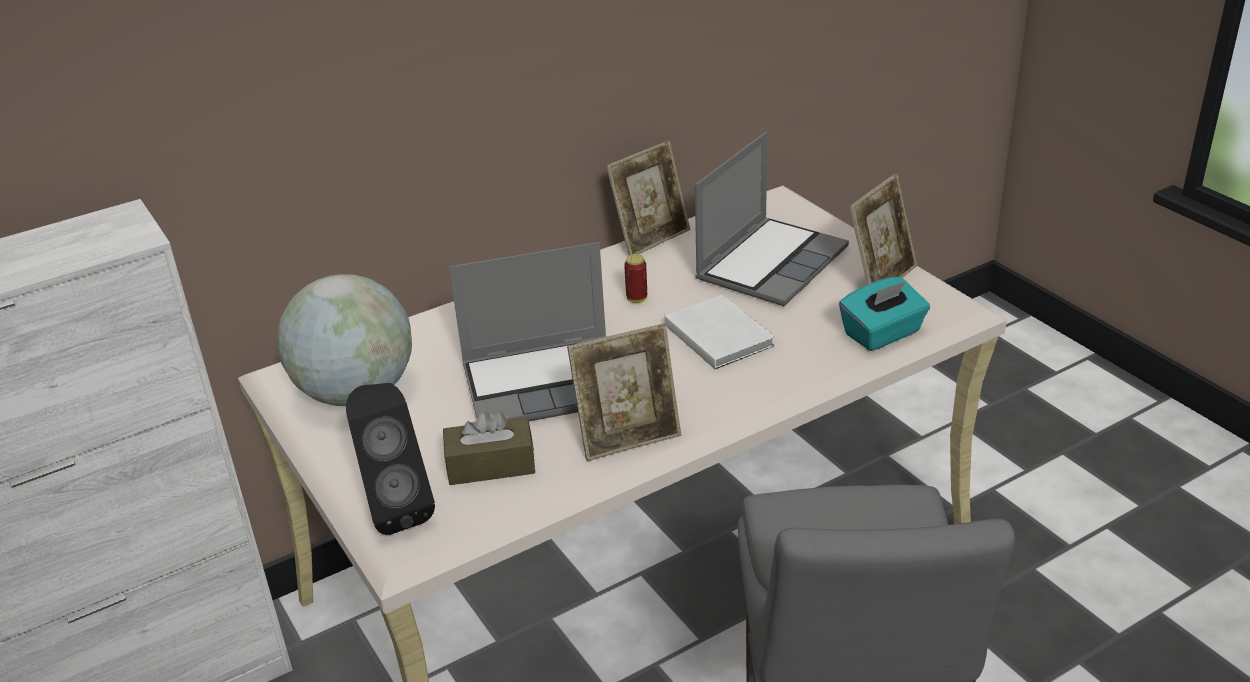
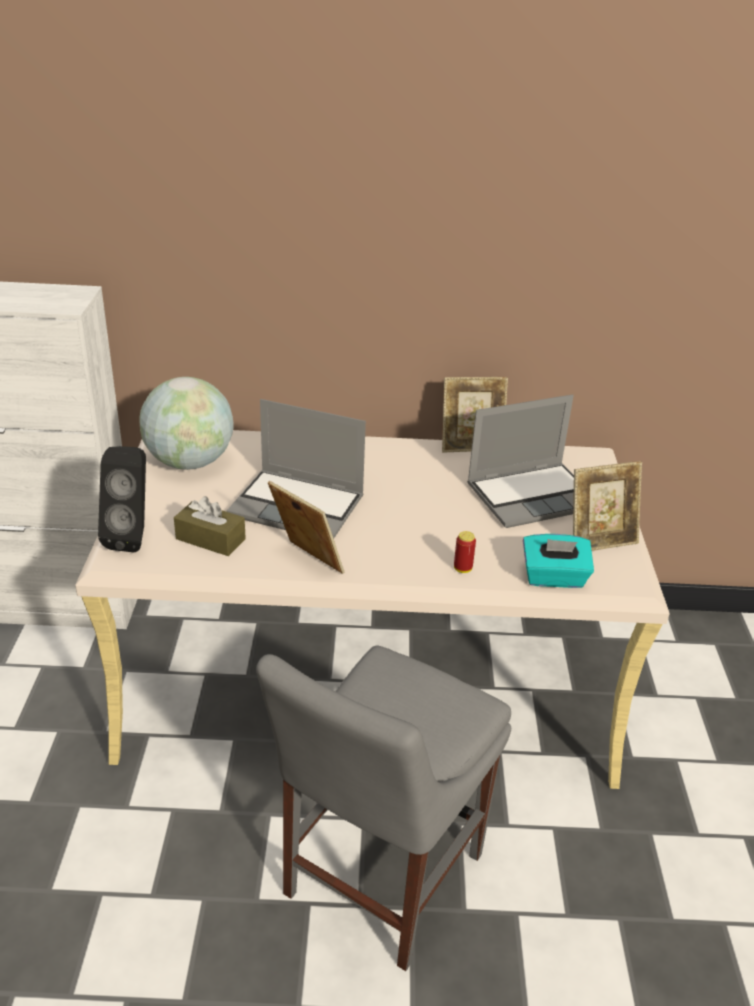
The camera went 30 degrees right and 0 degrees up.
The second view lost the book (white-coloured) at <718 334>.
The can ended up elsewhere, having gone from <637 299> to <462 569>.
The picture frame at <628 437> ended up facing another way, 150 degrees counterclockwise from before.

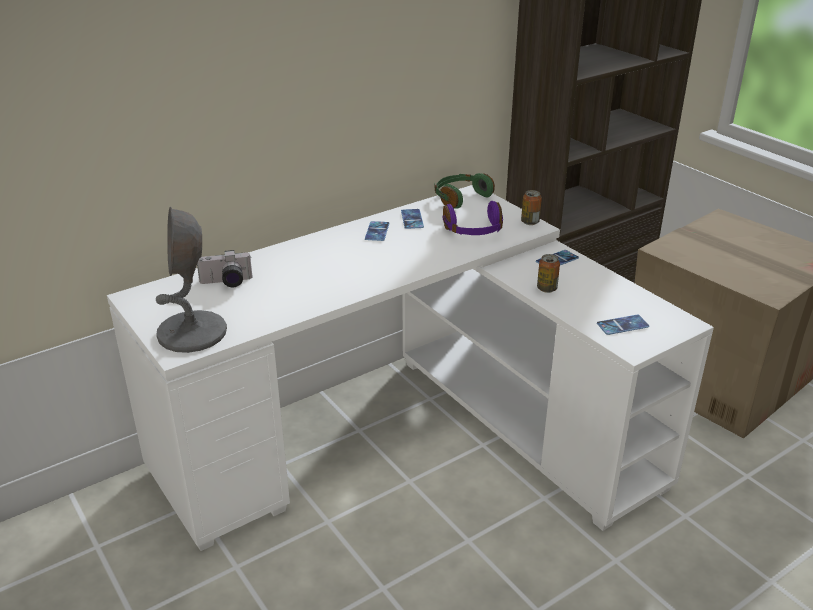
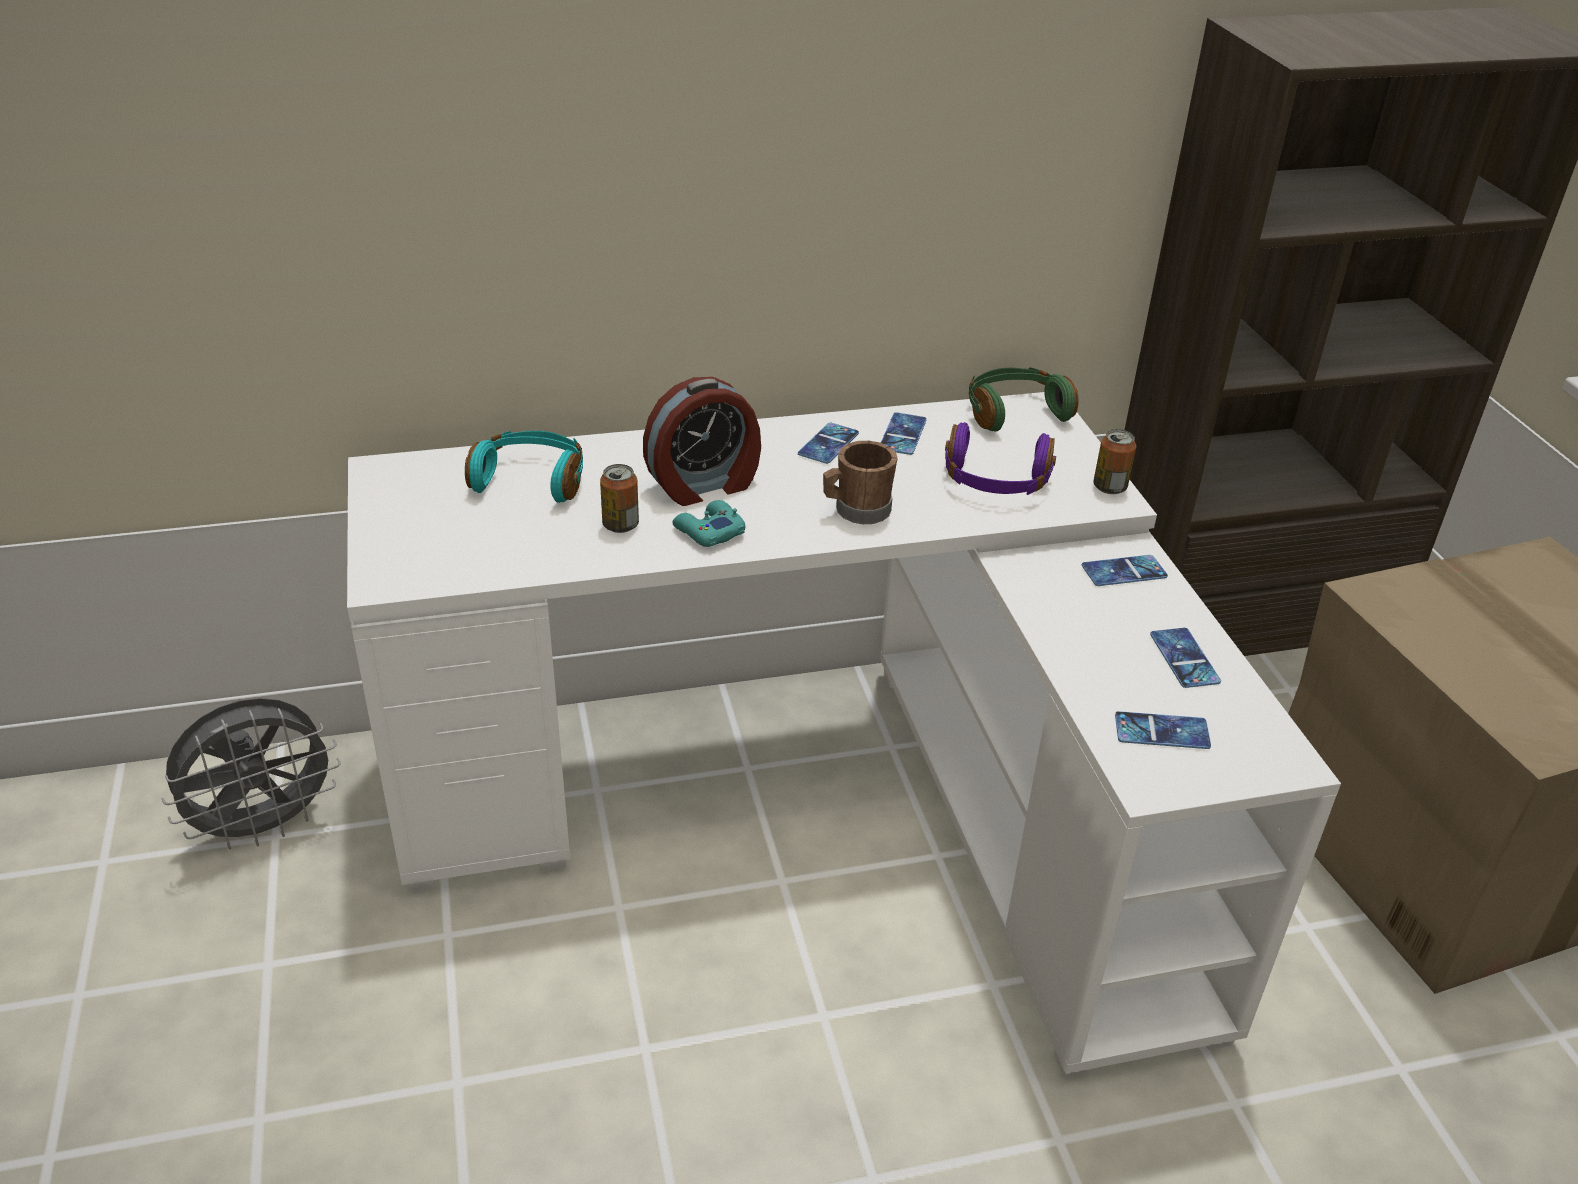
The camera went 20 degrees right and 5 degrees up.
The second view lost the table lamp (greyish) at <192 333>.
The second view gained the electric fan (greyish) at <265 826>.
The second view gained the alarm clock at <704 485>.
The second view gained the gamepad (blue-green) at <708 531>.
The second view gained the mug (brown-coloured) at <856 511>.
The second view gained the phone at <1184 658>.
The can ended up elsewhere, having gone from <547 288> to <620 525>.
Where the still camera stood at <226 283>, the headset (blue-green) came to stand at <531 480>.

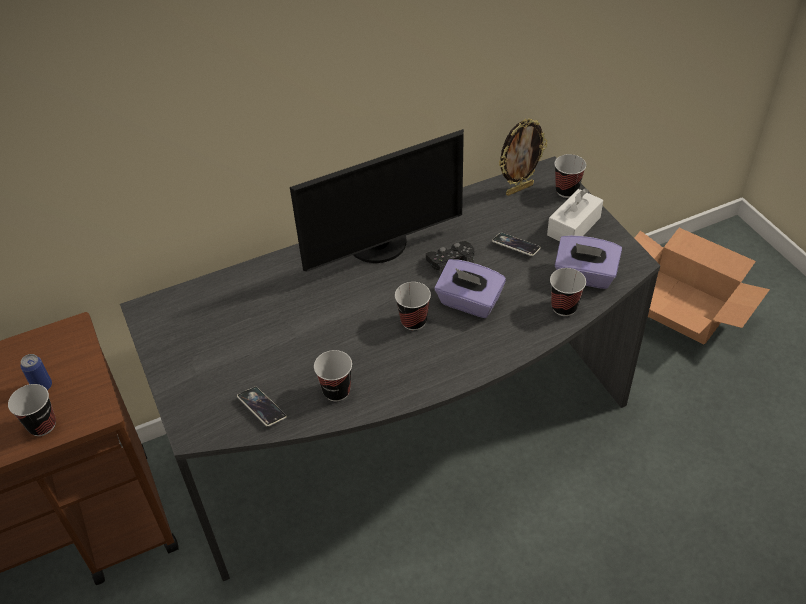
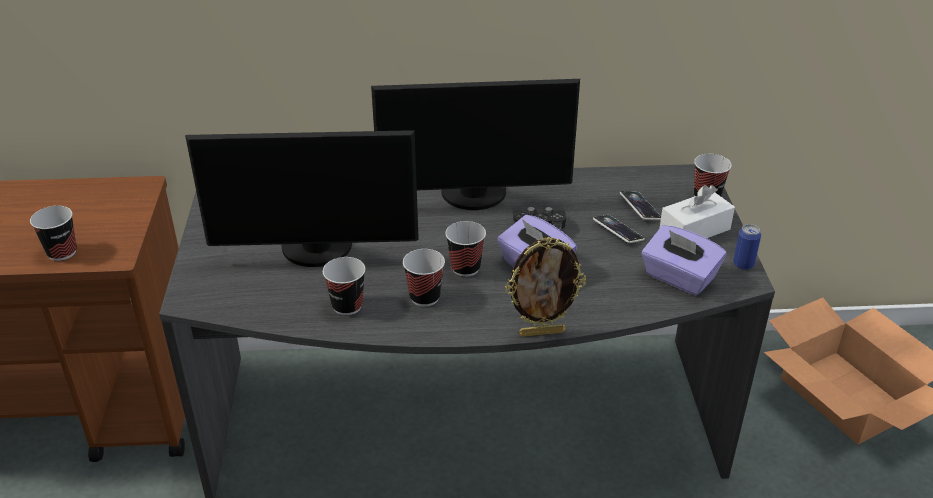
The camera went 20 degrees right and 10 degrees down.
The second view gained the monitor at <316 250>.
The can ended up elsewhere, having gone from <42 386> to <743 264>.
The phone ended up elsewhere, having gone from <262 408> to <640 208>.
The picture frame ended up elsewhere, having gone from <519 189> to <542 332>.
The small cup ended up elsewhere, having gone from <564 307> to <425 297>.

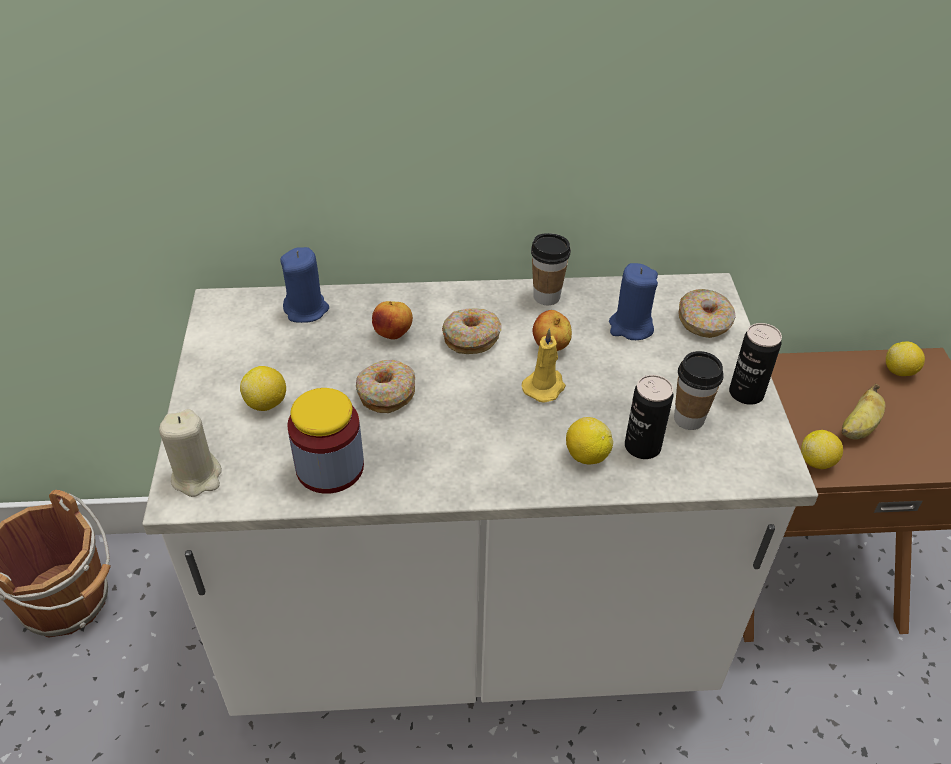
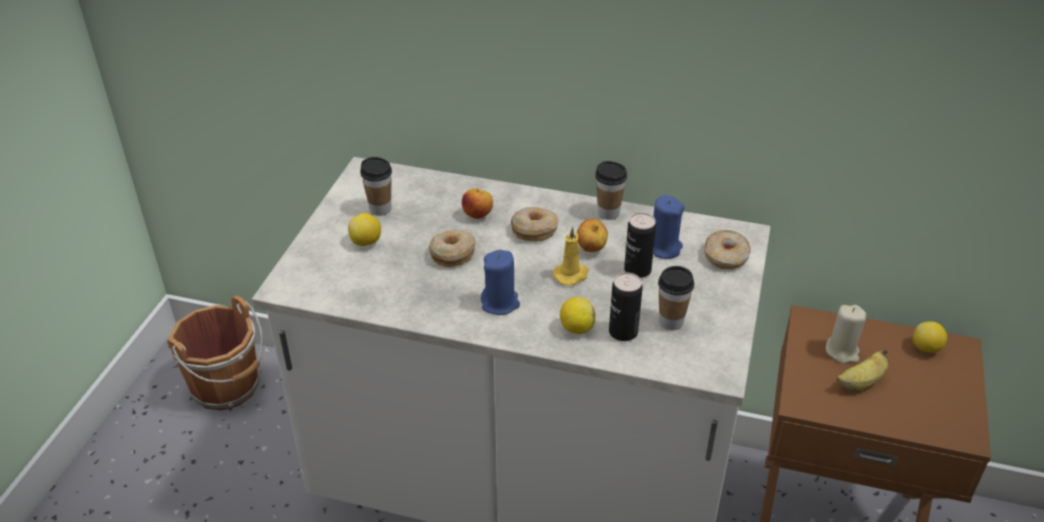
The camera went 20 degrees right and 5 degrees down.
The second view lost the storage jar at <330 467>.
The second view lost the citrus fruit at <817 461>.
The second view gained the small cup at <380 209>.
The wax light (sand-coloured) ended up elsewhere, having gone from <197 476> to <842 351>.
The wax light (bluish) ended up elsewhere, having gone from <306 309> to <500 303>.
The can ended up elsewhere, having gone from <746 393> to <637 270>.

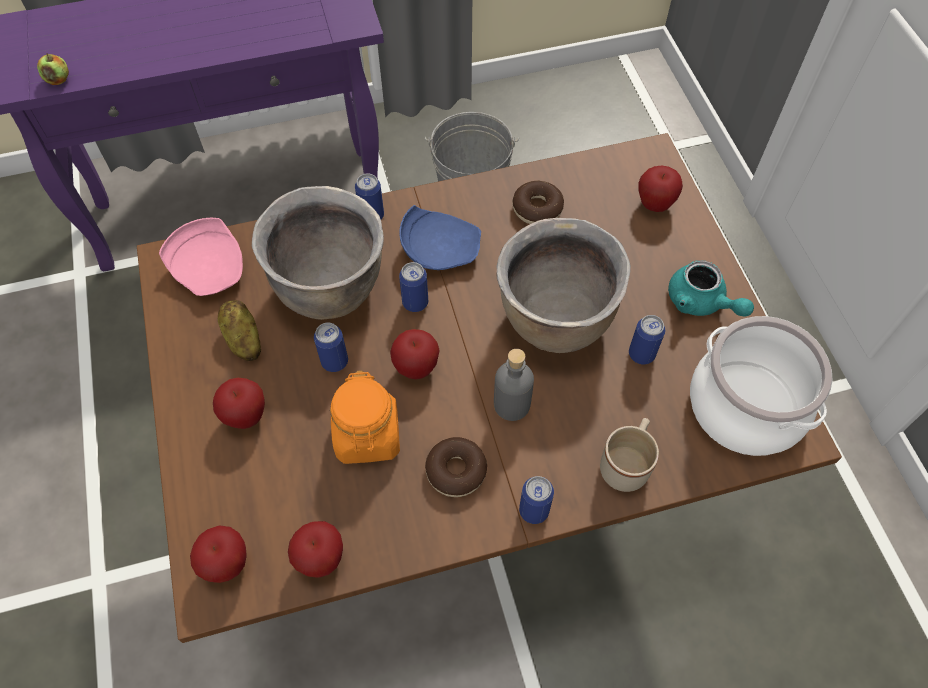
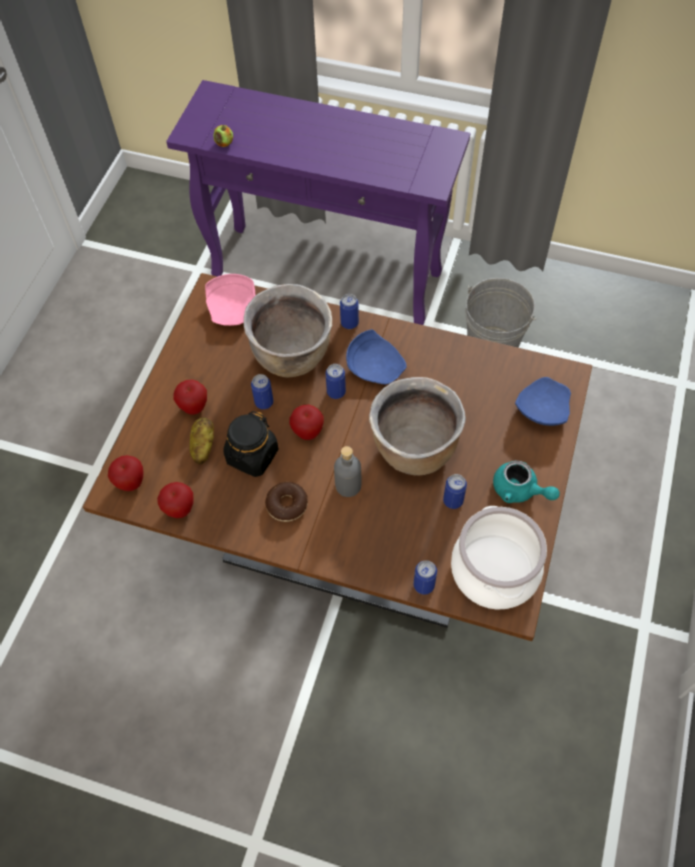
The camera went 35 degrees right and 0 degrees up.
The second view lost the ring doughnut at <537 208>.
The second view lost the mug (sand-coloured) at <627 463>.
The spud ended up elsewhere, having gone from <243 340> to <202 446>.
The can ended up elsewhere, having gone from <534 510> to <423 585>.
Where the apple fruit stood at <654 204>, the plate (bluish) came to stand at <541 409>.
What was the storage jar (orange-coloured) at <368 435> turned into the storage jar (blackish) at <252 456>.
The tea pot (blue-green) at <701 303> ended up facing another way, 45 degrees counterclockwise from before.

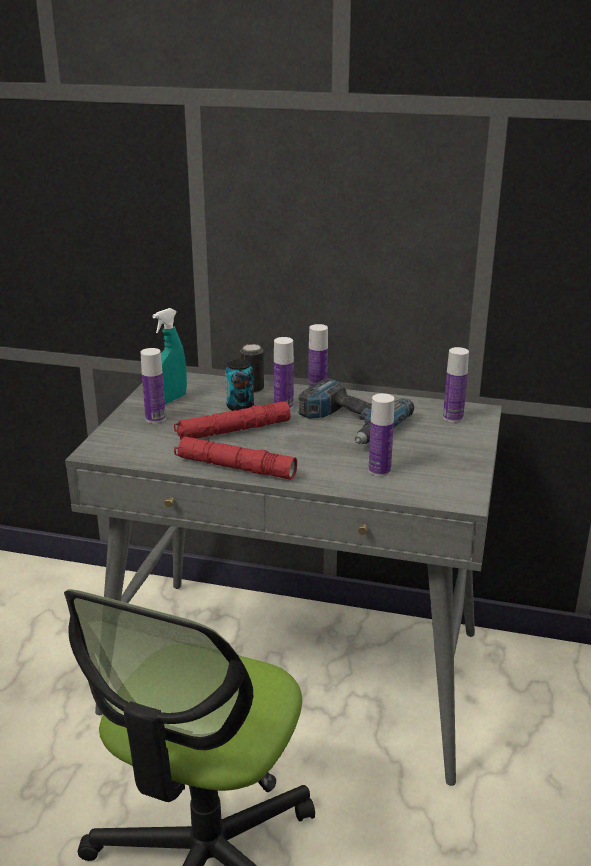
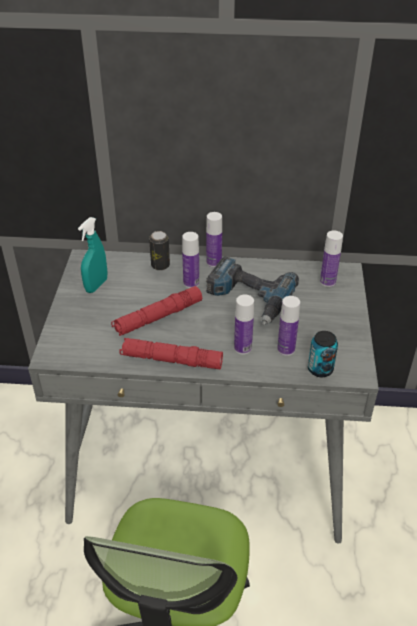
The camera went 10 degrees left and 15 degrees up.
The bottle ended up elsewhere, having gone from <155 418> to <242 348>.
The can ended up elsewhere, having gone from <240 407> to <320 369>.

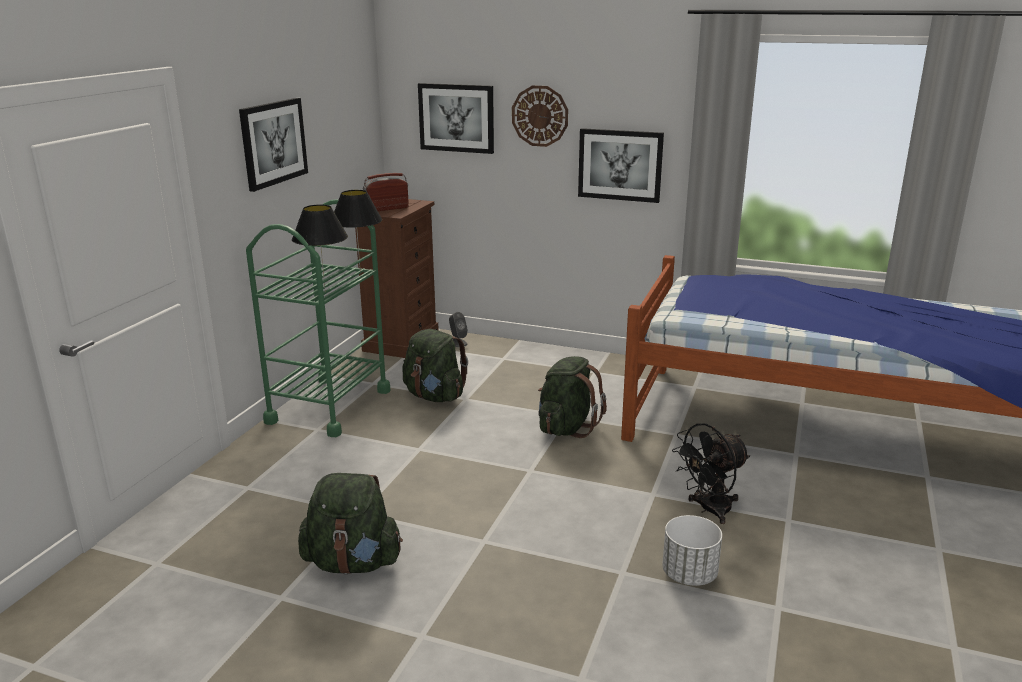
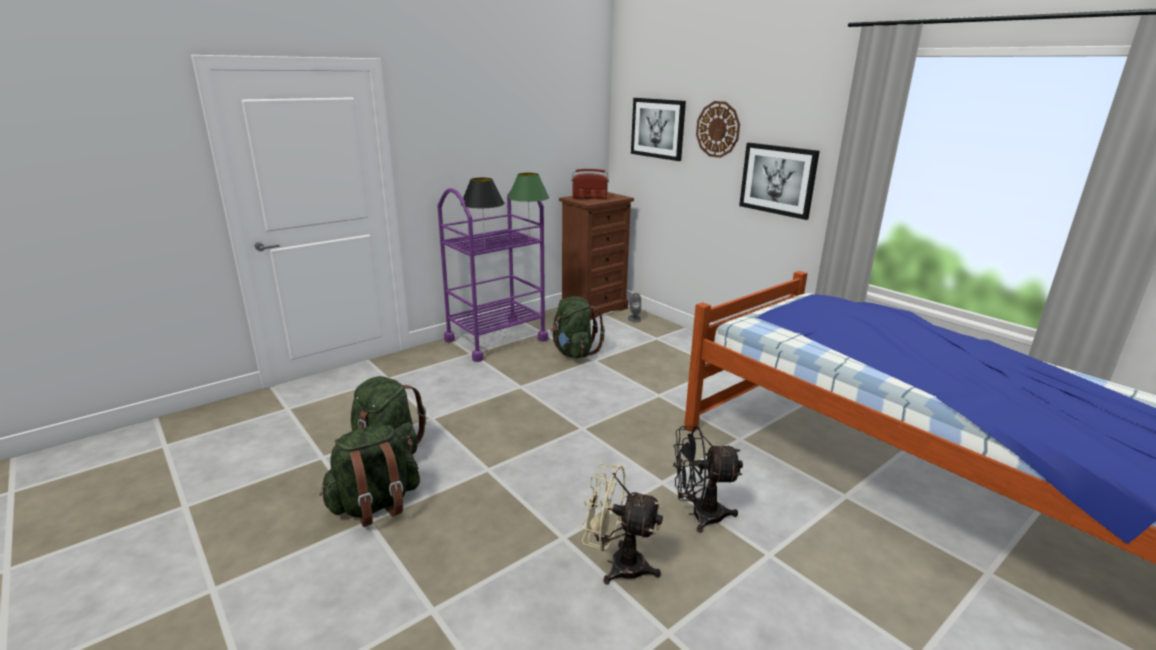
The camera went 30 degrees right and 0 degrees up.
The second view lost the picture at <273 143>.
The rucksack (greenish) ended up elsewhere, having gone from <567 427> to <375 505>.
Where the flower pot (white-coloured) stood at <689 575>, the electric fan (sand-coloured) came to stand at <618 564>.
What was the cart (greenish) at <329 406> turned into the cart (purple-coloured) at <496 340>.
What was the table lamp (blackish) at <360 271> turned into the table lamp (greenish) at <529 239>.

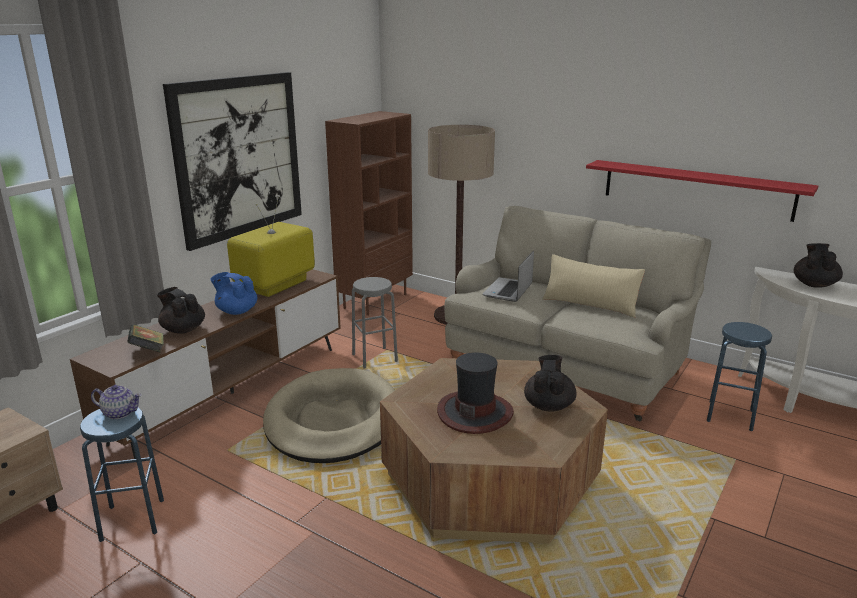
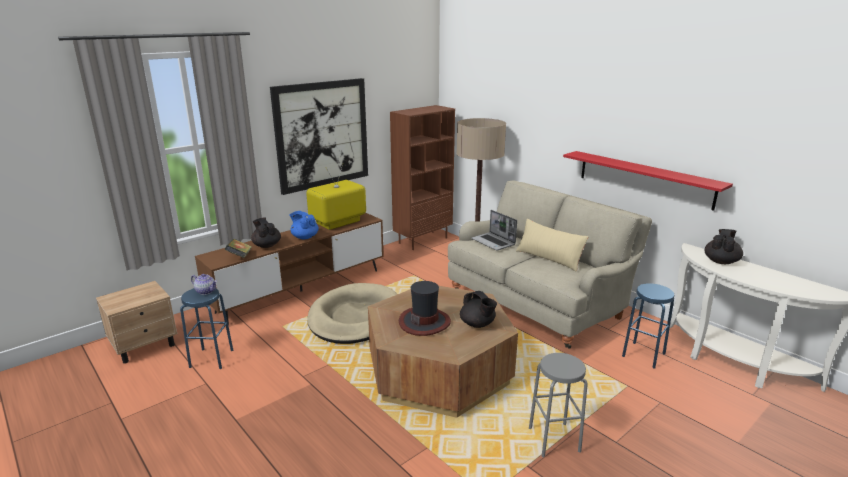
The camera went 15 degrees right and 0 degrees up.
The stool seat (greyish) ended up elsewhere, having gone from <375 358> to <554 439>.
The laptop at <508 291> ended up facing another way, 75 degrees counterclockwise from before.
The tea pot (blackish) at <548 405> ended up facing another way, 120 degrees clockwise from before.

